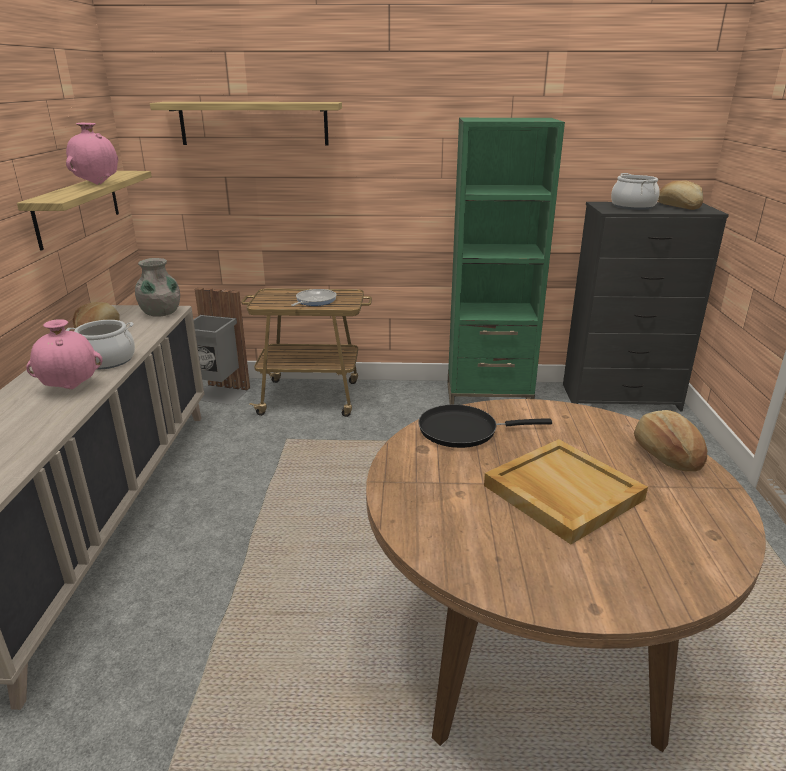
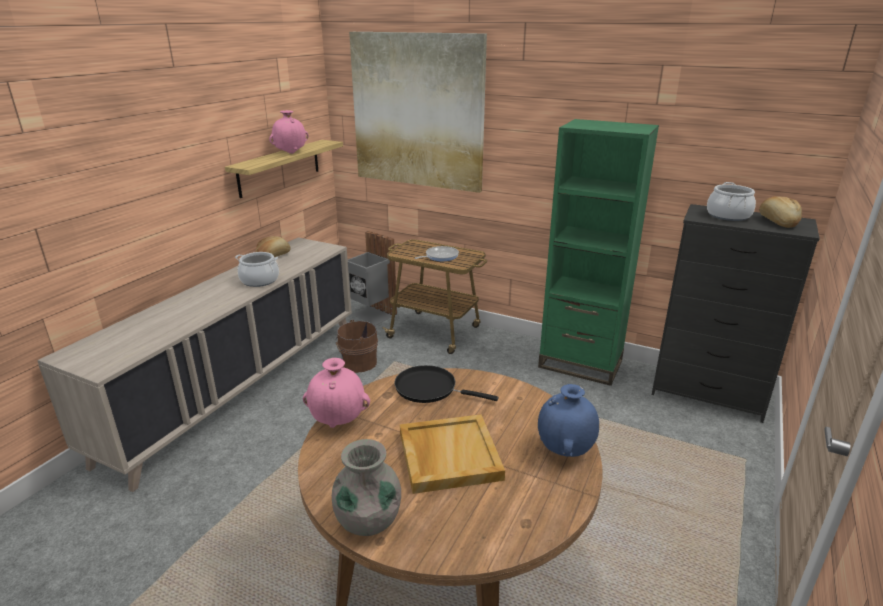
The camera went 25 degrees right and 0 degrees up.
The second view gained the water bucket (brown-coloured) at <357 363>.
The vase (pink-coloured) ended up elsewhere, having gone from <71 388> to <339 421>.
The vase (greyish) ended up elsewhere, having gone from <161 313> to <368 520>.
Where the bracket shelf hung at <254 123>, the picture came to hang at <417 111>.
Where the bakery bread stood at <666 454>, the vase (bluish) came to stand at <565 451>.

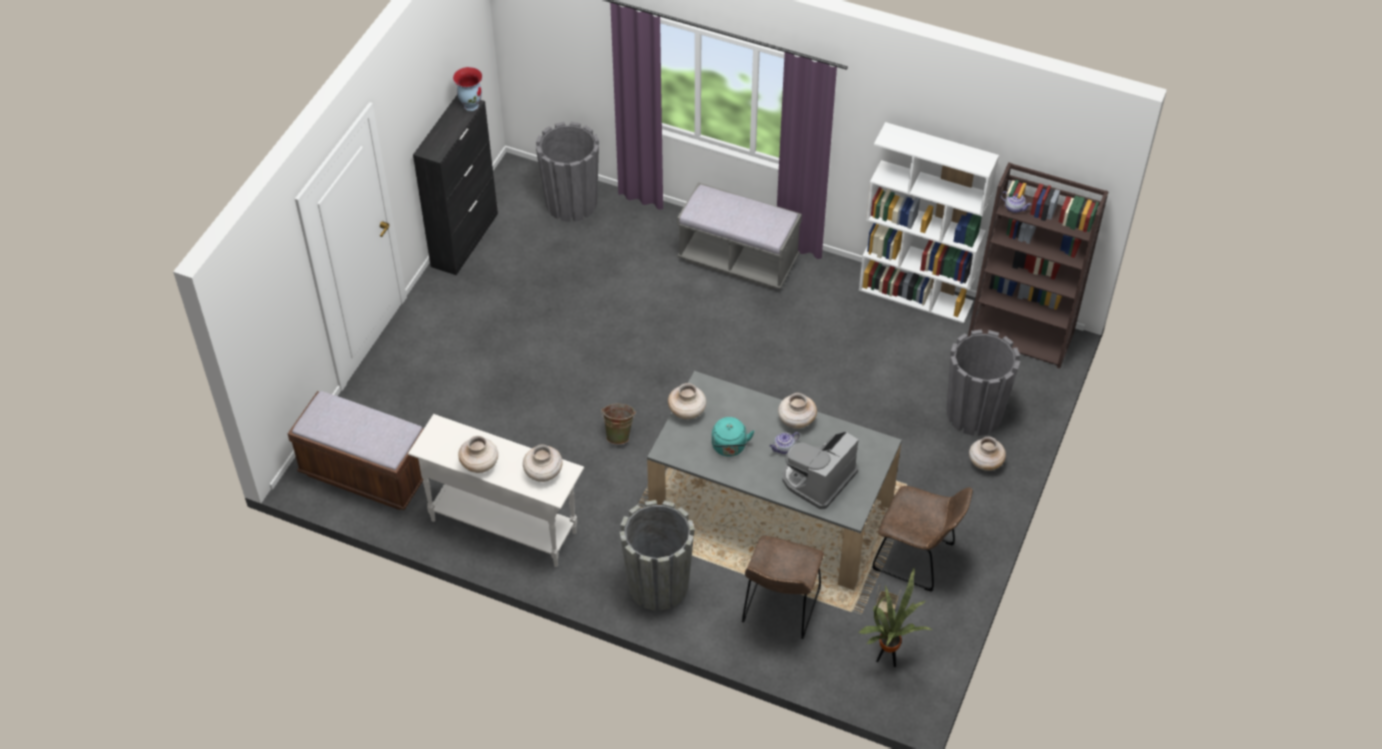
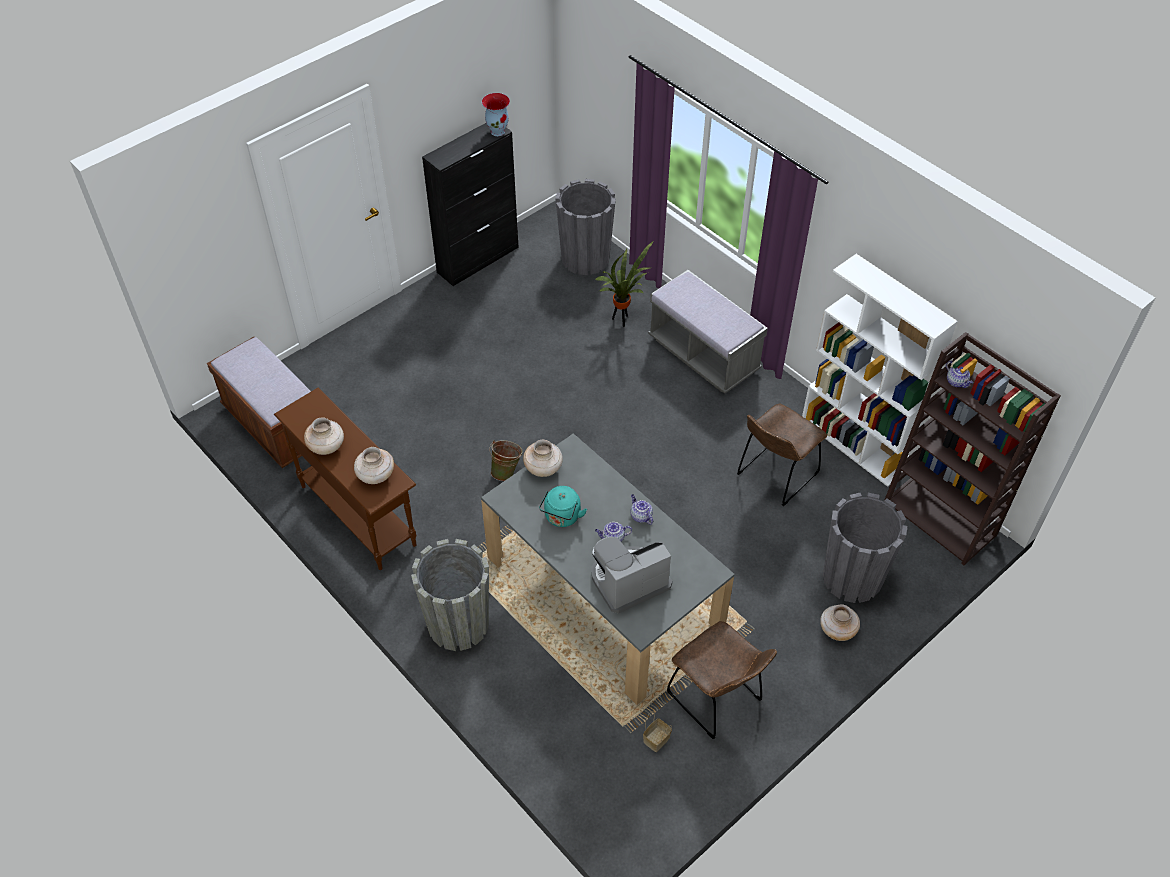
The camera went 25 degrees right and 0 degrees up.
The chair (brown-coloured) ended up elsewhere, having gone from <780 609> to <775 476>.
The plant in a pot ended up elsewhere, having gone from <888 658> to <622 320>.
Where the vase (sand-coloured) stood at <796 421>, the tea pot came to stand at <640 516>.
What was the console table (white-coloured) at <503 525> turned into the console table (brown-coloured) at <358 514>.

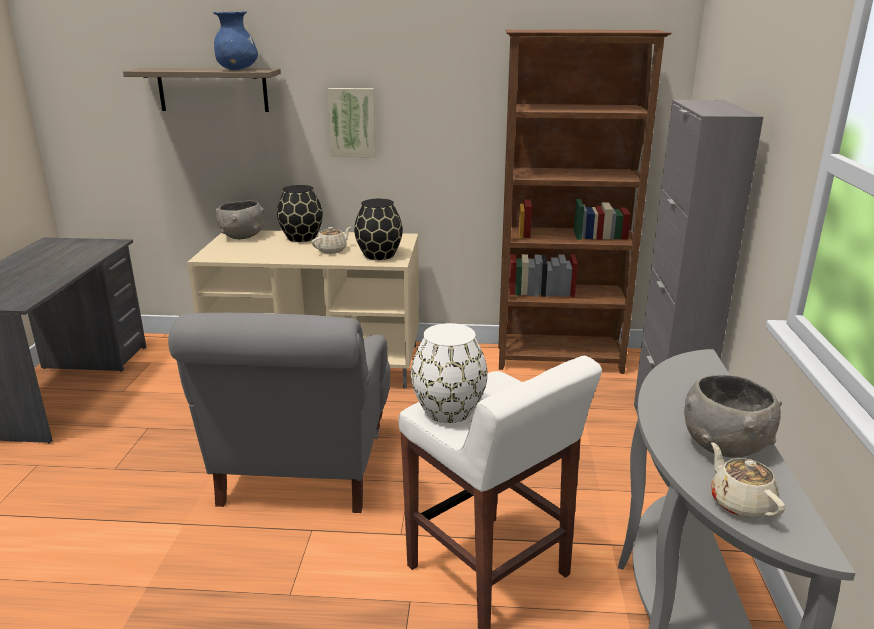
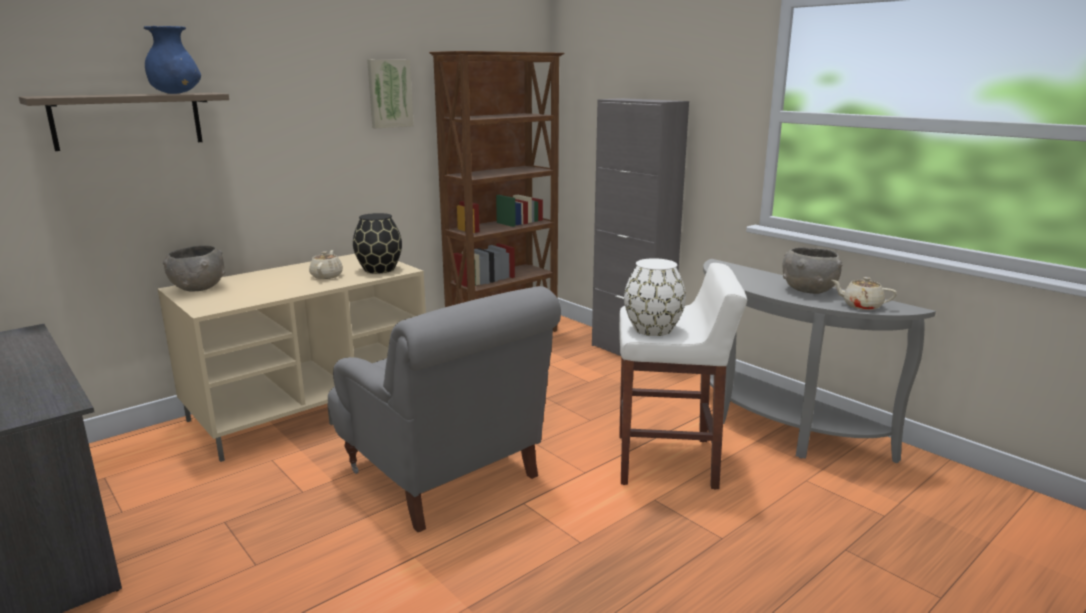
The camera went 45 degrees left and 5 degrees down.
The second view lost the vase (blackish) at <301 237>.
The picture ended up elsewhere, having gone from <353 122> to <389 93>.

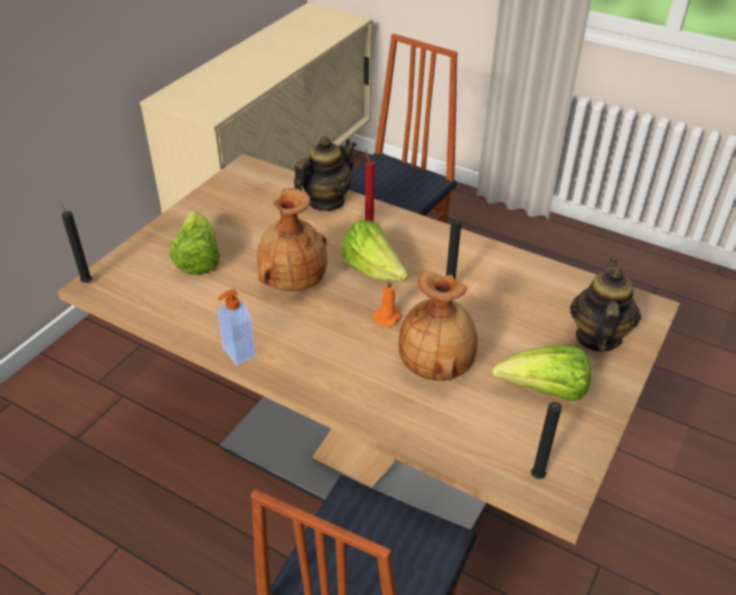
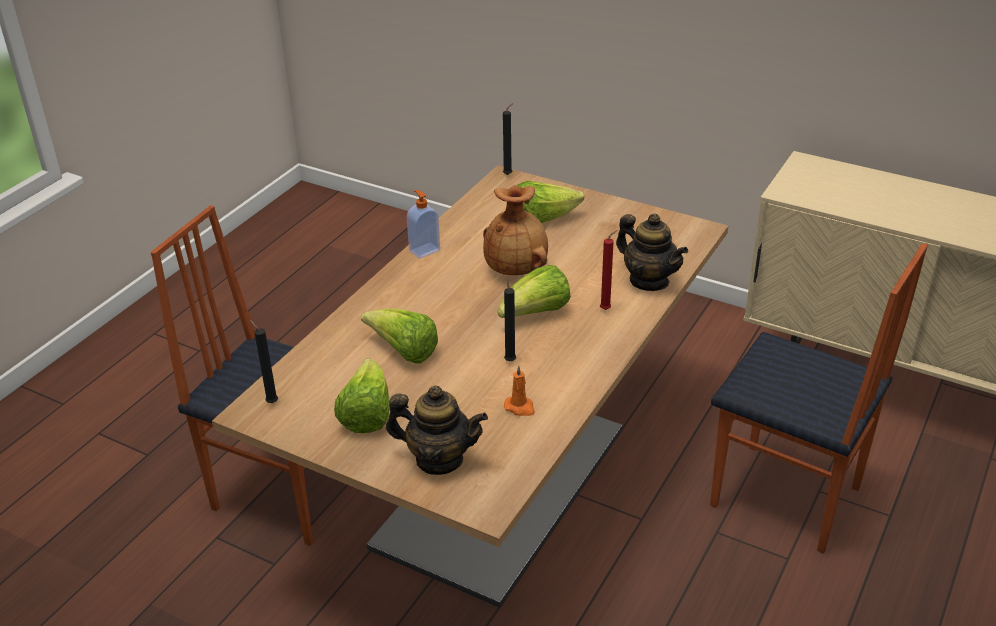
The camera went 90 degrees right and 5 degrees down.
The wax light (orange-coloured) ended up elsewhere, having gone from <388 317> to <520 407>.
Where the vase (brown-coloured) stood at <437 365>, the lettuce came to stand at <403 352>.

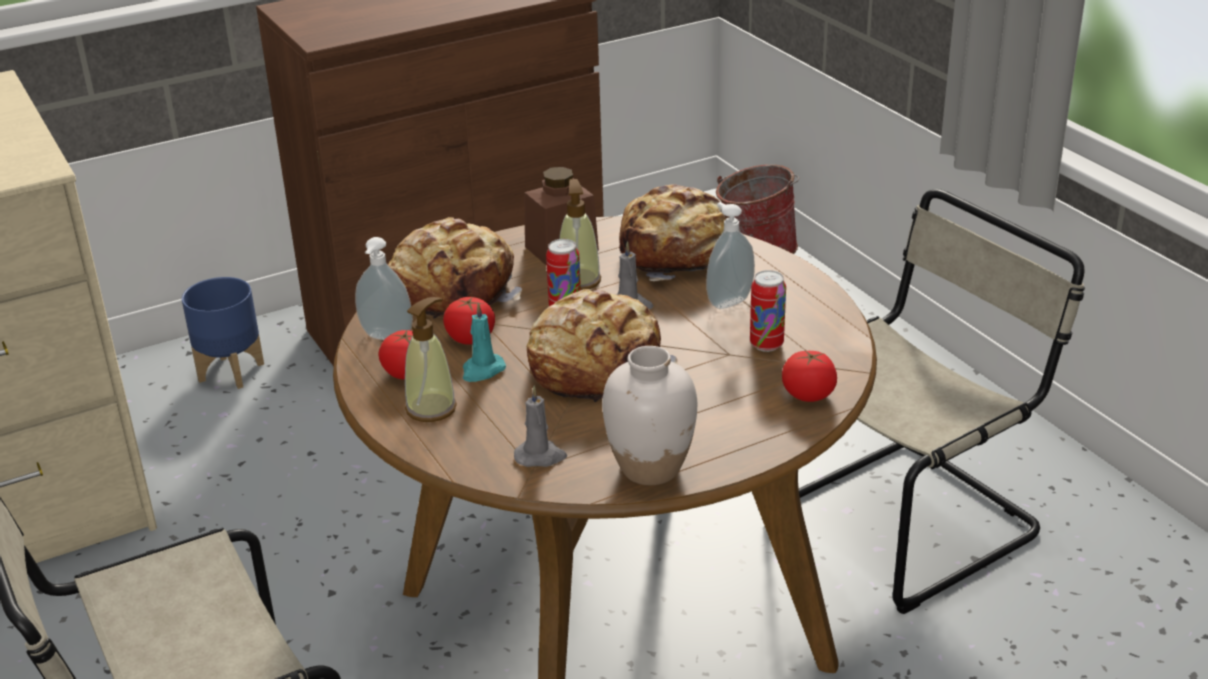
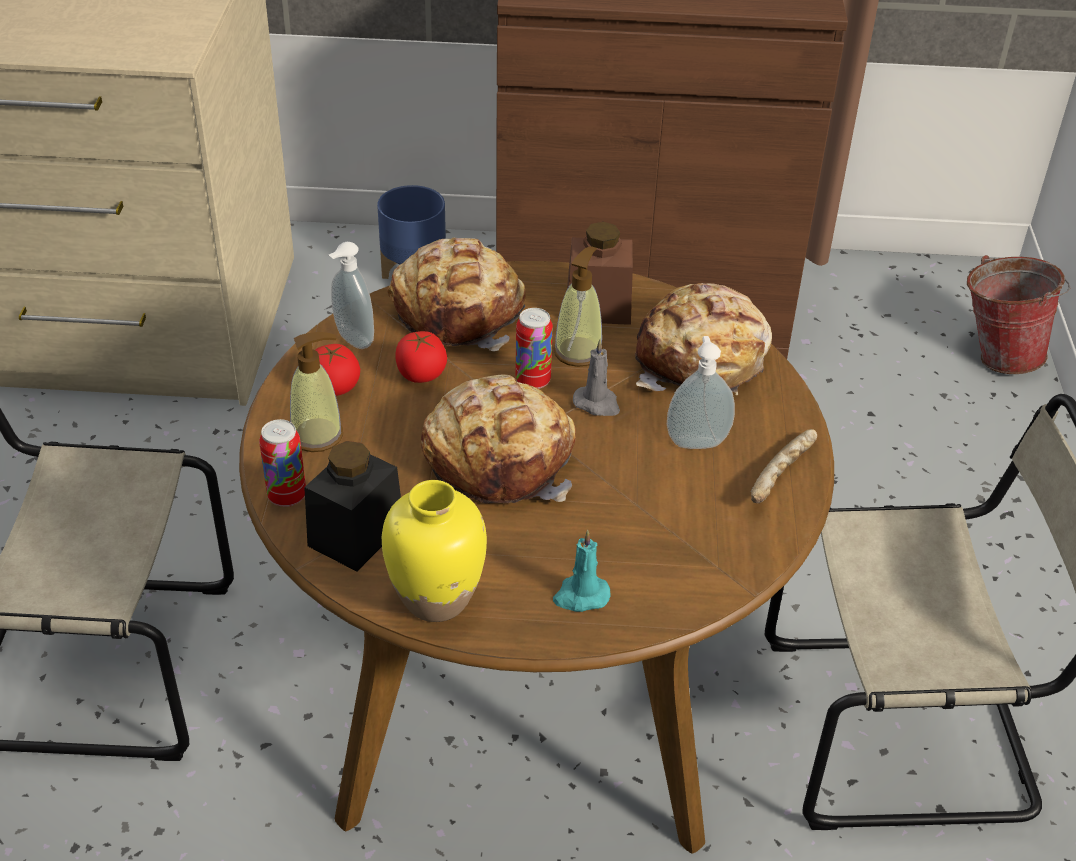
The camera went 30 degrees right and 10 degrees up.
The second view lost the tomato at <808 394>.
The second view gained the bakery bread at <783 476>.
The wax light (blue-green) ended up elsewhere, having gone from <482 370> to <580 596>.
The can ended up elsewhere, having gone from <766 344> to <287 496>.
Where the wax light (greyish) stood at <540 456>, the storage jar (blackish) came to stand at <356 535>.
What was the vase (white-coloured) at <650 468> turned into the vase (yellowish) at <436 598>.

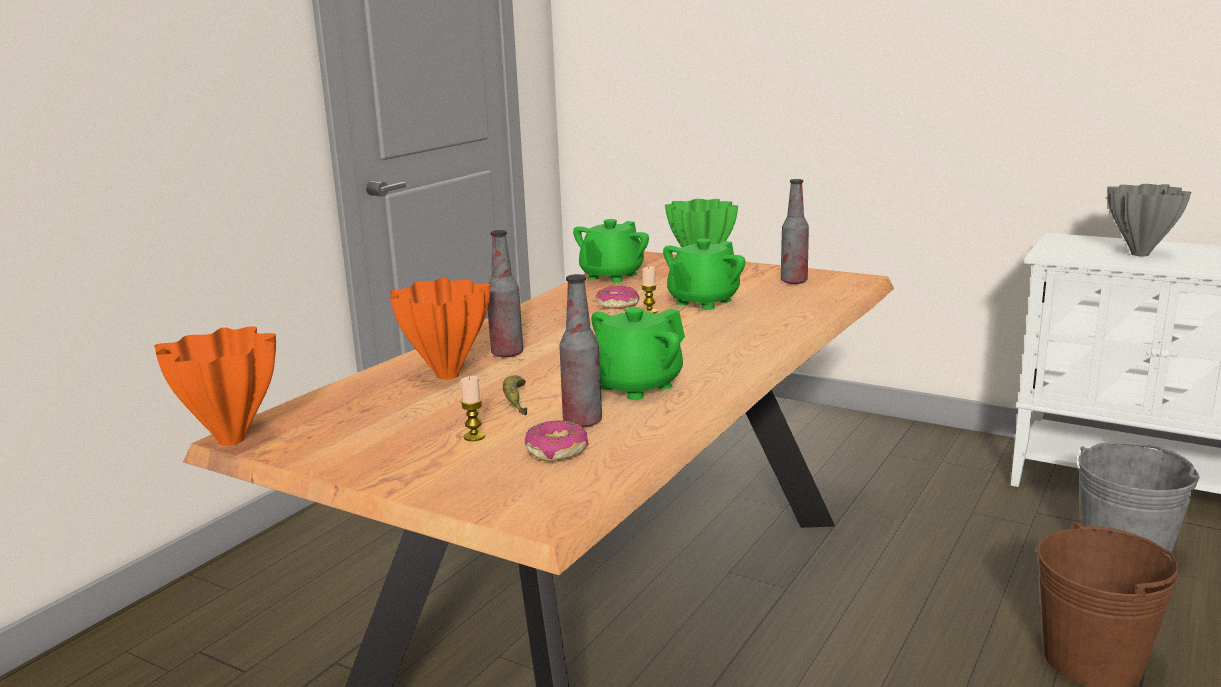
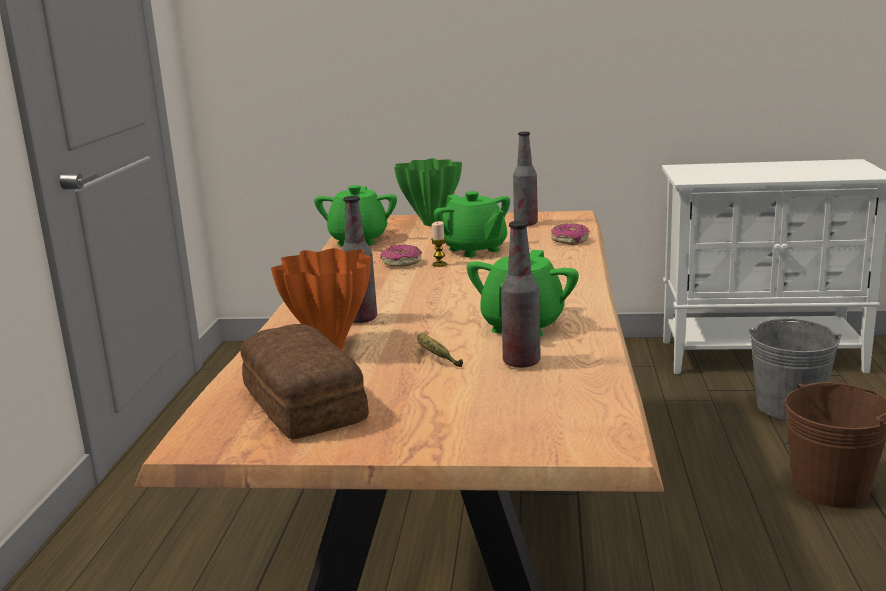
The camera went 25 degrees left and 0 degrees up.
The second view lost the vase (orange-coloured) at <233 440>.
The second view lost the wax light at <474 437>.
The second view lost the vase (greyish) at <1139 254>.
The second view gained the bakery bread at <302 405>.
The ring doughnut ended up elsewhere, having gone from <557 450> to <570 241>.
The tea pot (greenish) at <703 302> ended up facing another way, 45 degrees counterclockwise from before.

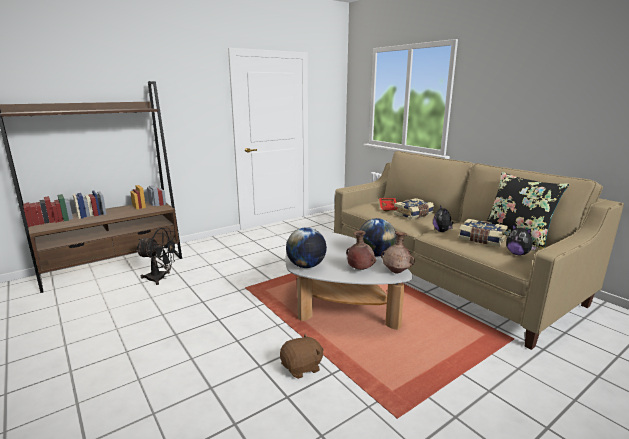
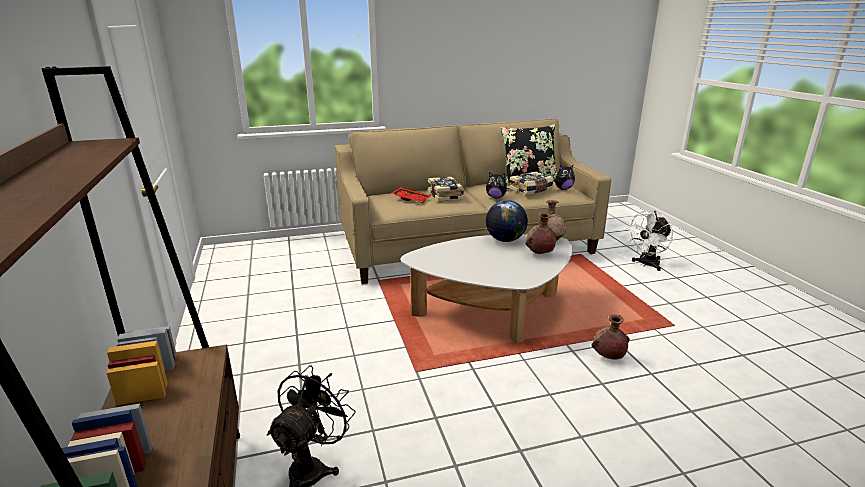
The camera went 70 degrees left and 5 degrees up.
The second view lost the world globe at <306 266>.
The second view gained the electric fan (white-coloured) at <646 265>.
Where the plush toy (brown-coloured) stood at <302 368>, the vase (brown-coloured) came to stand at <607 357>.

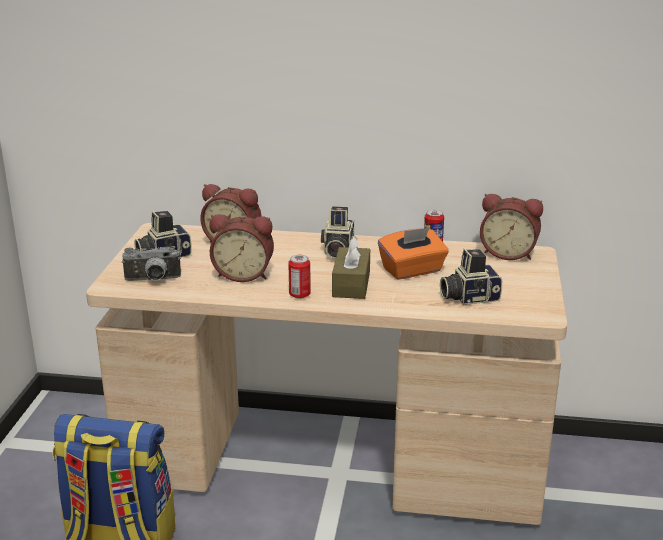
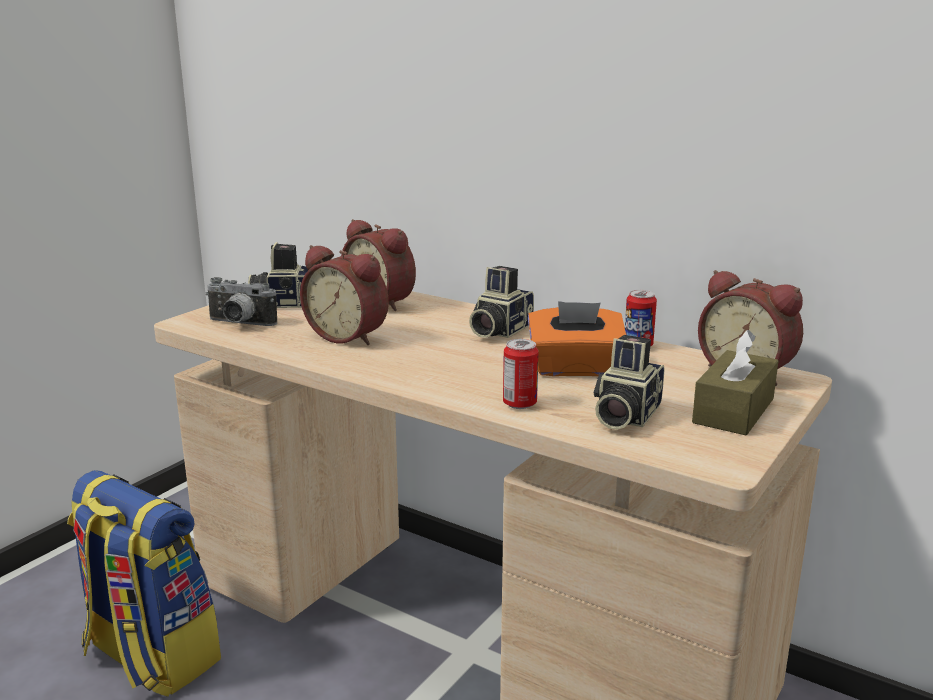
The camera went 25 degrees right and 5 degrees down.
The can ended up elsewhere, having gone from <299 295> to <519 404>.
The tissue holder (brown-coloured) ended up elsewhere, having gone from <351 284> to <733 411>.
The still camera at <468 297> ended up facing another way, 75 degrees counterclockwise from before.

